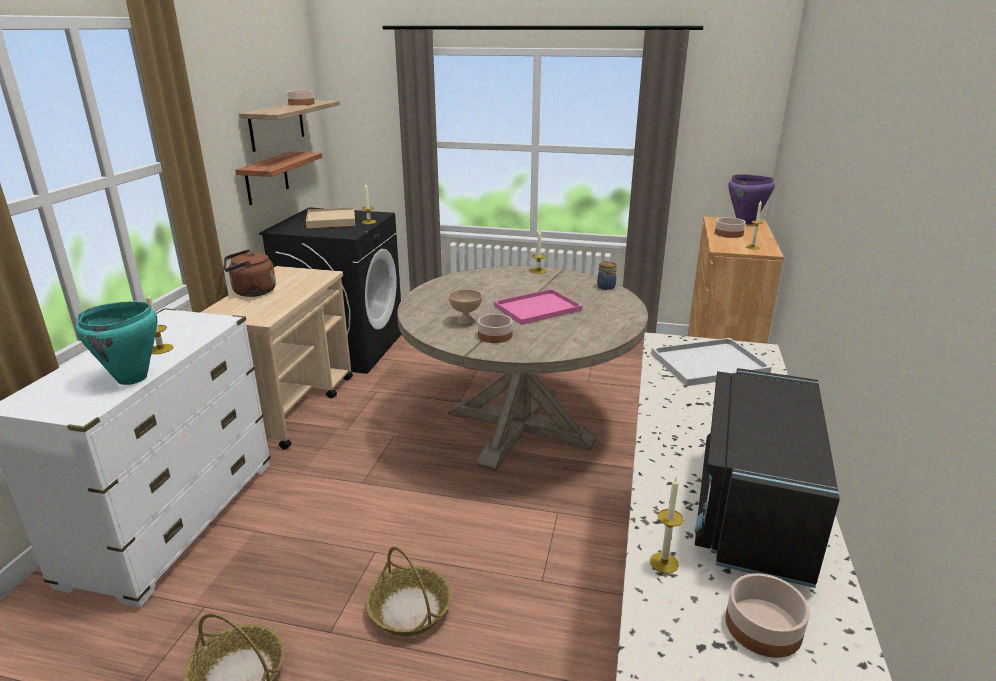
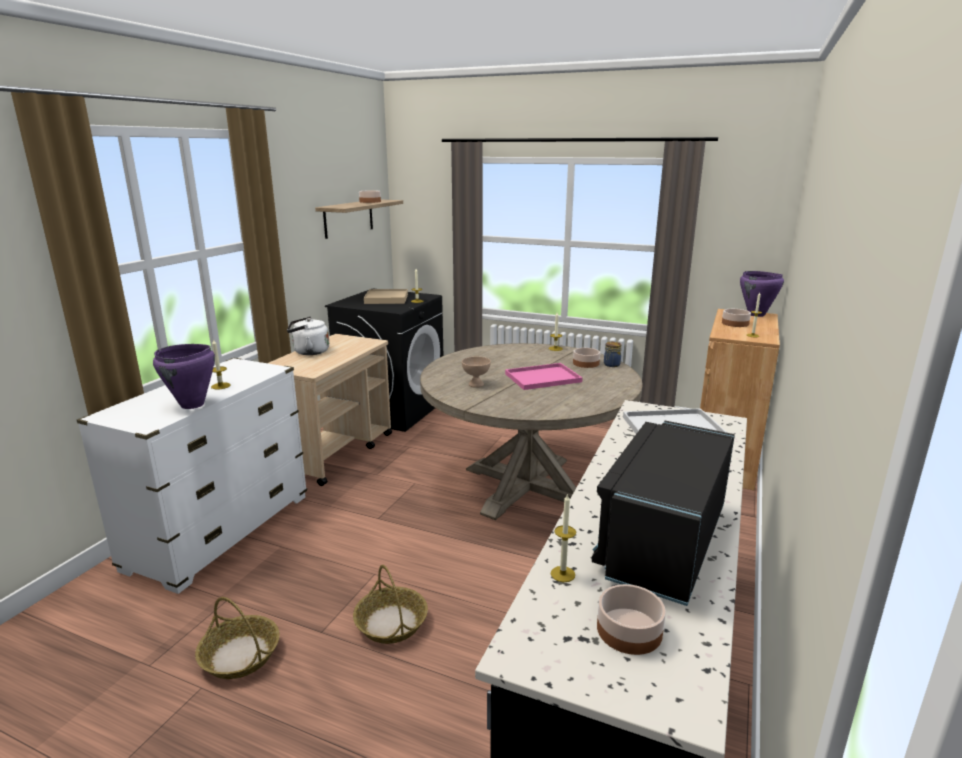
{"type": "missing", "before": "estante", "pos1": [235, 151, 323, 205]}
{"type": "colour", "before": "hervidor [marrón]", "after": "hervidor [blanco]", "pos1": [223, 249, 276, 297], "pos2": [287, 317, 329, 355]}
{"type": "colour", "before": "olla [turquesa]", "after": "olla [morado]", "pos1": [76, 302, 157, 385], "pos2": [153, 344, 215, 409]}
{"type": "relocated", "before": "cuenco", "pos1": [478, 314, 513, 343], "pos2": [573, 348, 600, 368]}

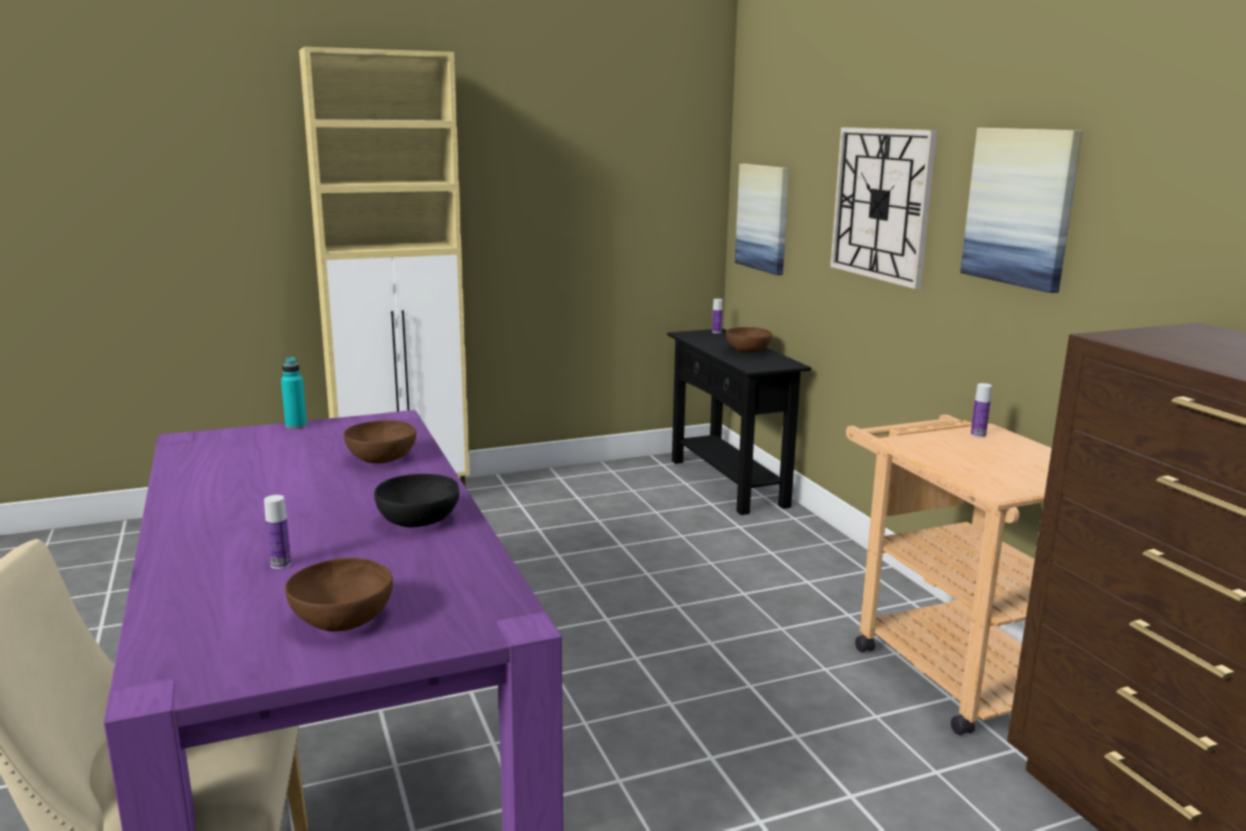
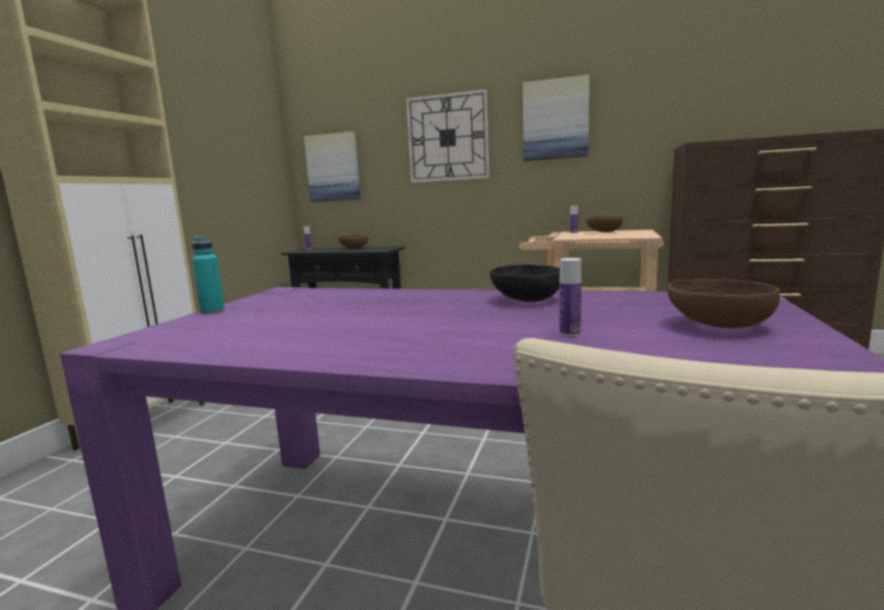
{"type": "relocated", "before": "cuenco [marrón]", "pos1": [344, 420, 417, 464], "pos2": [586, 217, 623, 232]}

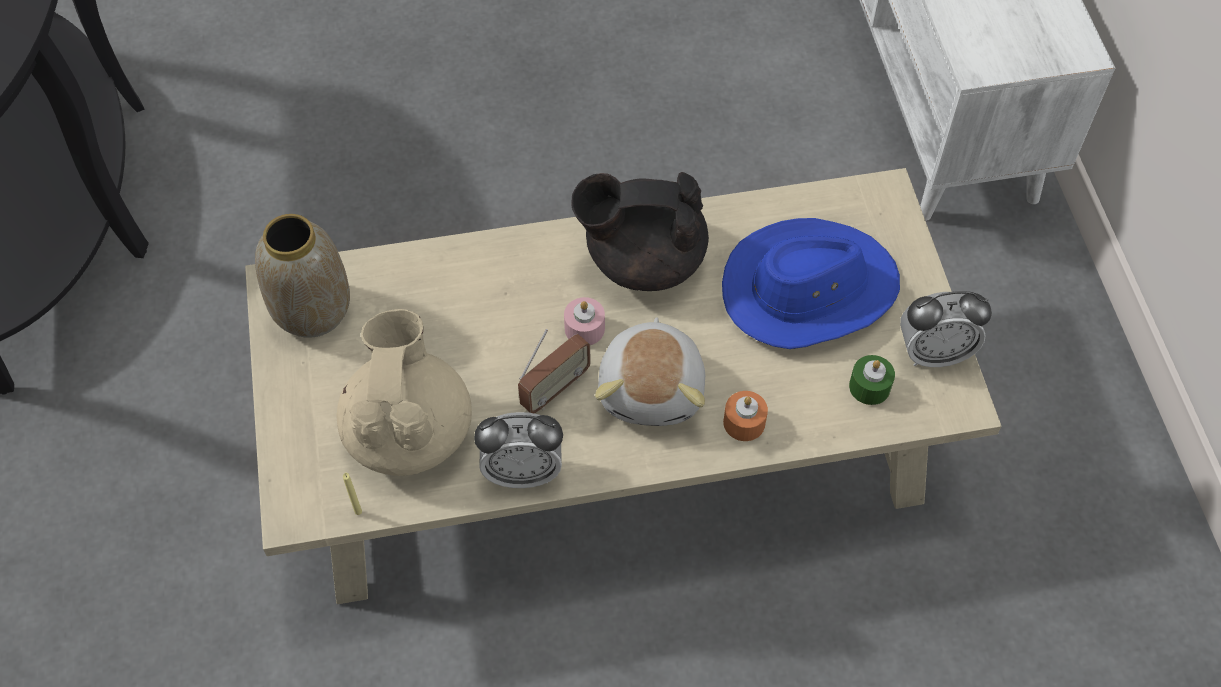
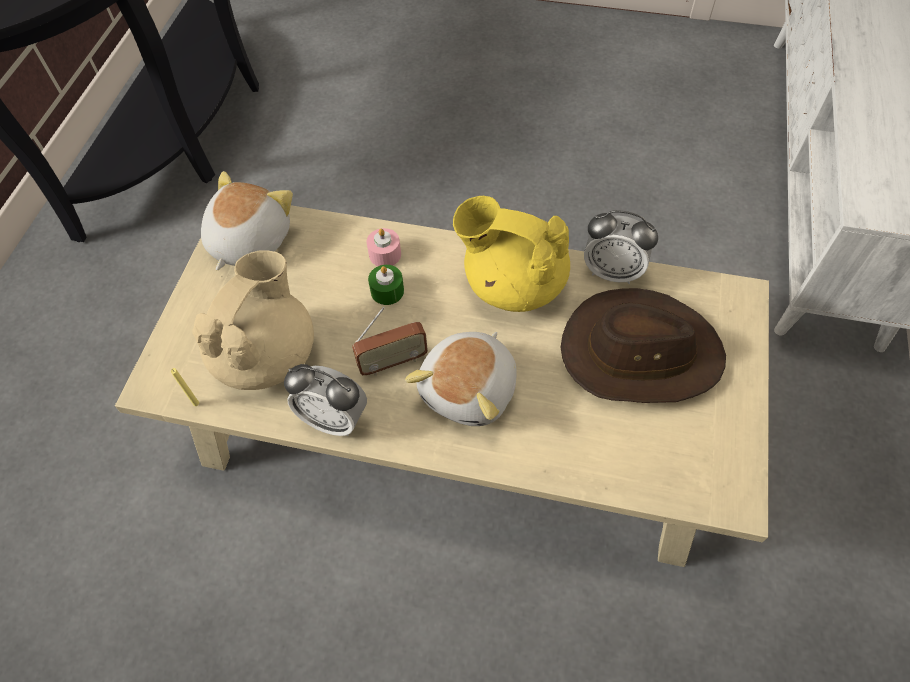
{"type": "colour", "before": "tetera [negro]", "after": "tetera [amarillo]", "pos1": [572, 172, 709, 291], "pos2": [453, 196, 570, 312]}
{"type": "exchanged", "before": "florero", "after": "peluche", "pos1": [255, 214, 350, 338], "pos2": [201, 171, 293, 270]}
{"type": "colour", "before": "sombrero [azul]", "after": "sombrero [marrón]", "pos1": [722, 218, 900, 349], "pos2": [561, 288, 726, 403]}
{"type": "relocated", "before": "despertador", "pos1": [900, 291, 992, 367], "pos2": [584, 210, 658, 284]}
{"type": "relocated", "before": "vela [rosa]", "pos1": [564, 297, 605, 345], "pos2": [367, 228, 401, 266]}
{"type": "relocated", "before": "vela [verde]", "pos1": [849, 355, 895, 405], "pos2": [368, 265, 404, 305]}
{"type": "missing", "before": "vela [naranja]", "pos1": [723, 391, 768, 441]}

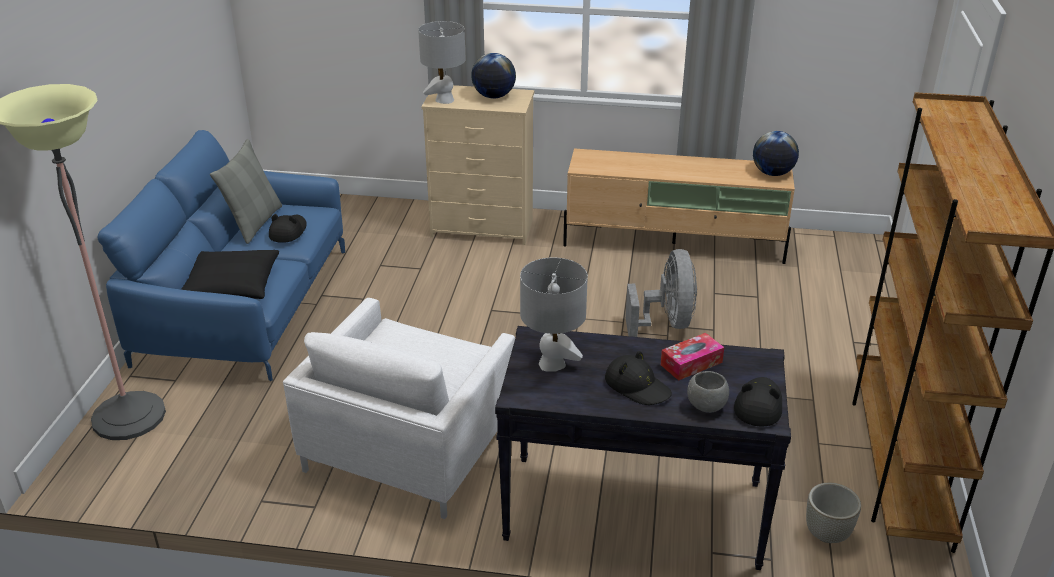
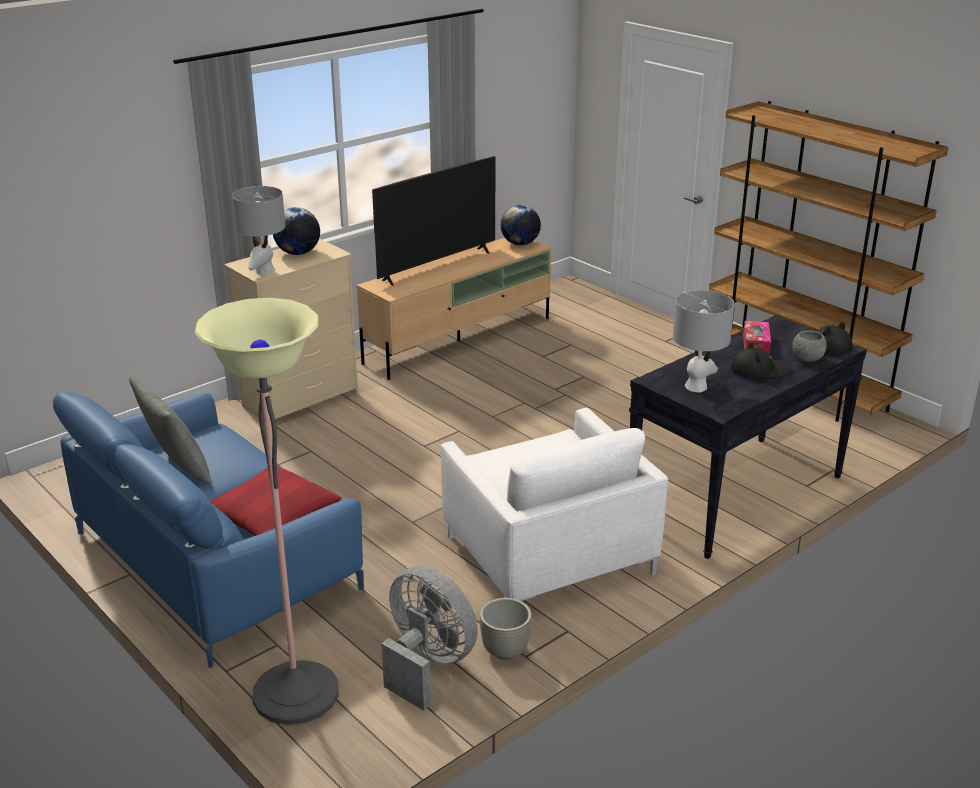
{"type": "missing", "before": "sombrero [negro]", "pos1": [269, 214, 307, 243]}
{"type": "relocated", "before": "ventilador [gris]", "pos1": [625, 249, 697, 337], "pos2": [381, 565, 478, 711]}
{"type": "colour", "before": "cojín [negro]", "after": "cojín [rojo]", "pos1": [181, 250, 279, 299], "pos2": [210, 465, 341, 536]}
{"type": "relocated", "before": "maceta [gris]", "pos1": [806, 482, 861, 543], "pos2": [480, 598, 532, 660]}
{"type": "appeared", "after": "televisor", "pos2": [372, 156, 495, 286]}

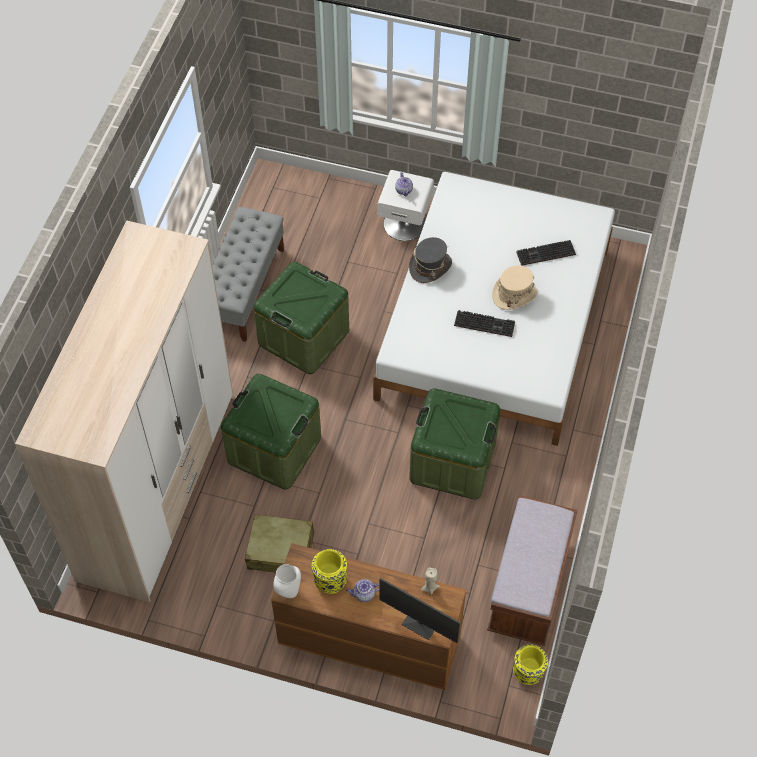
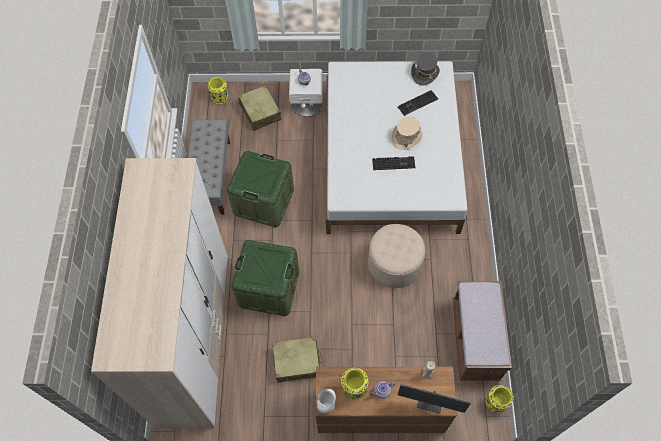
{"type": "relocated", "before": "sombrero [gris]", "pos1": [409, 237, 452, 283], "pos2": [411, 52, 440, 86]}
{"type": "exchanged", "before": "caja de almacenaje [verde]", "after": "puf [beis]", "pos1": [409, 388, 501, 499], "pos2": [368, 224, 425, 288]}
{"type": "appeared", "after": "florero [amarillo]", "pos2": [208, 77, 228, 104]}
{"type": "appeared", "after": "maleta [beis]", "pos2": [238, 85, 281, 131]}

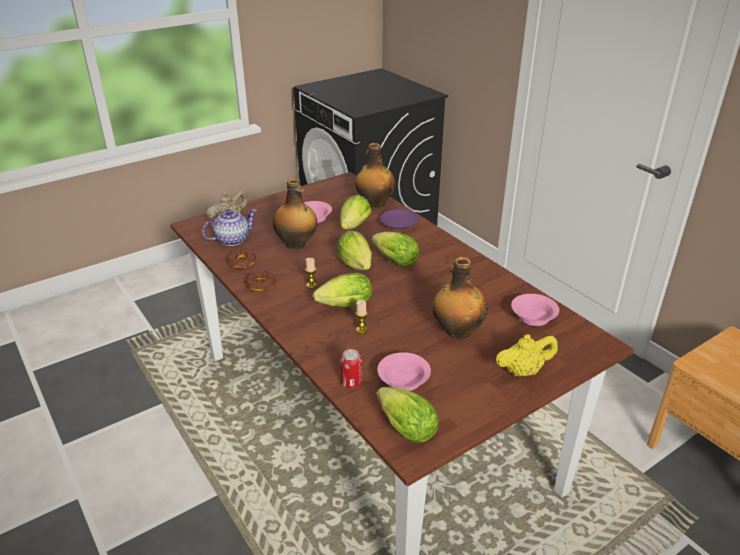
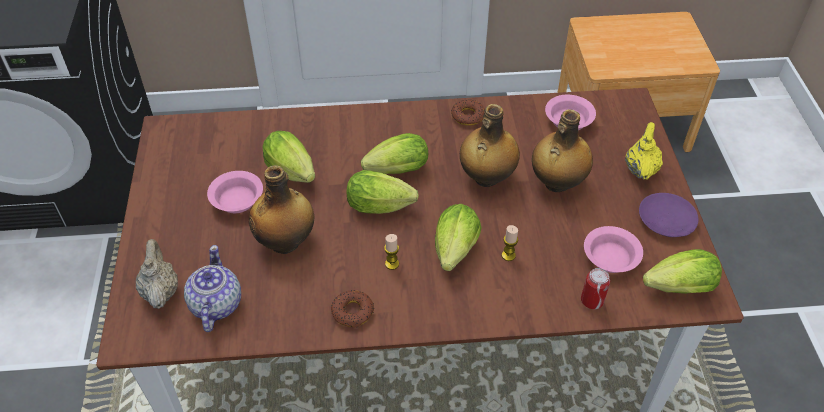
{"type": "relocated", "before": "botella", "pos1": [355, 143, 396, 208], "pos2": [460, 104, 520, 187]}
{"type": "relocated", "before": "plato [morado]", "pos1": [380, 209, 419, 229], "pos2": [639, 193, 698, 237]}
{"type": "relocated", "before": "rosquilla", "pos1": [227, 250, 256, 268], "pos2": [451, 99, 485, 126]}

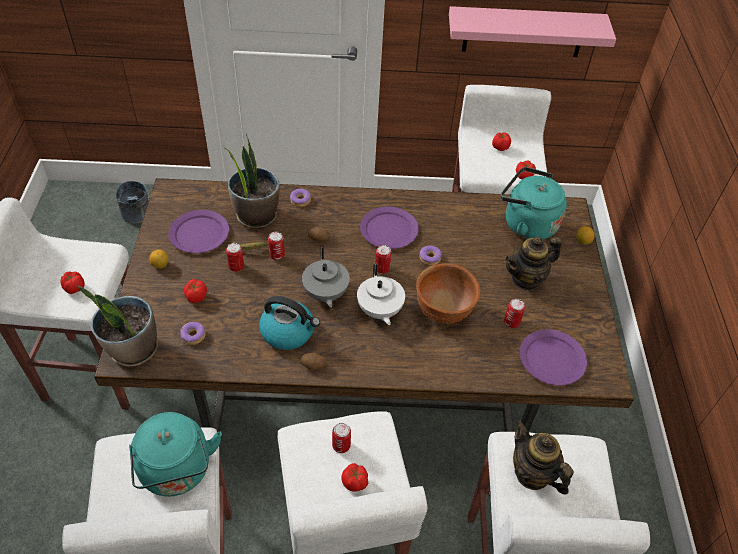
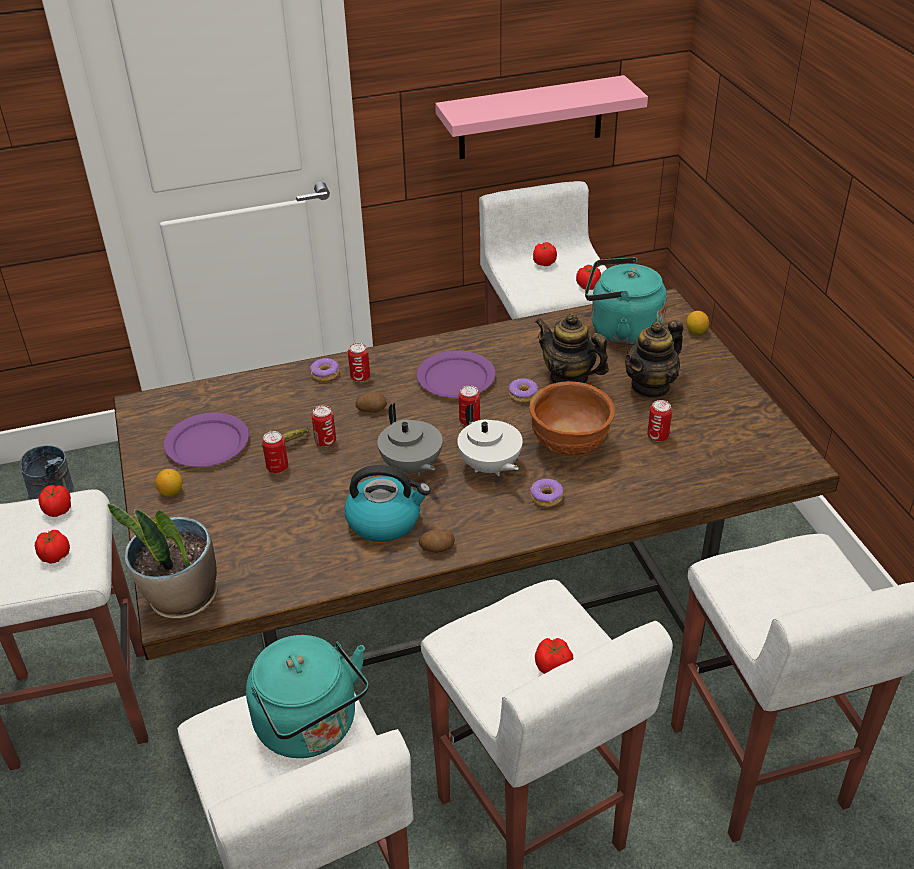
{"type": "missing", "before": "planta en maceta", "pos1": [225, 133, 280, 229]}
{"type": "relocated", "before": "tomate", "pos1": [184, 279, 207, 303], "pos2": [38, 485, 71, 517]}
{"type": "relocated", "before": "rosquilla", "pos1": [180, 322, 206, 345], "pos2": [530, 479, 563, 507]}
{"type": "missing", "before": "plato [morado]", "pos1": [520, 329, 587, 385]}
{"type": "relocated", "before": "tetera", "pos1": [513, 420, 574, 494], "pos2": [535, 313, 609, 384]}
{"type": "relocated", "before": "lata", "pos1": [332, 423, 351, 453], "pos2": [348, 343, 370, 382]}

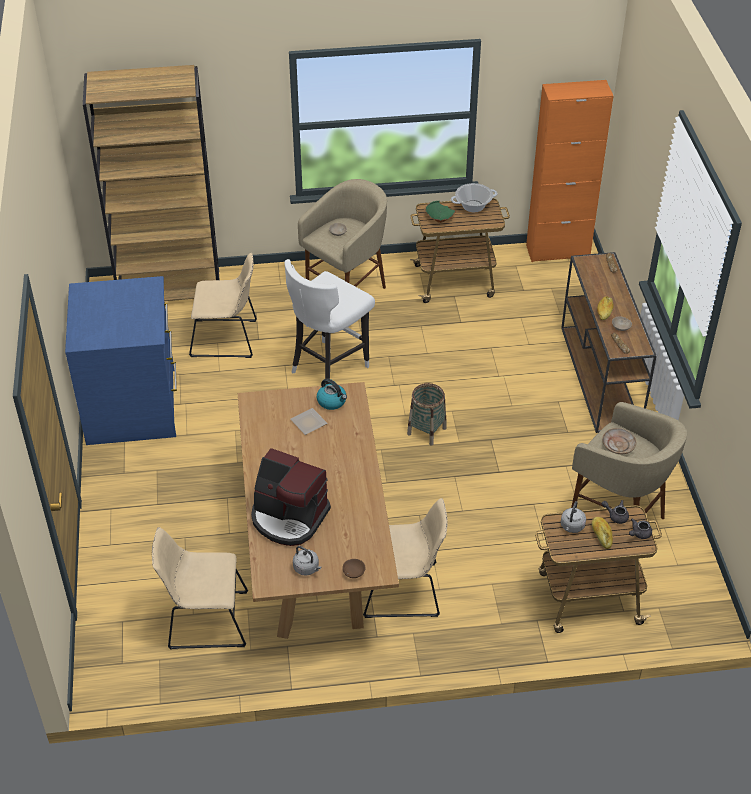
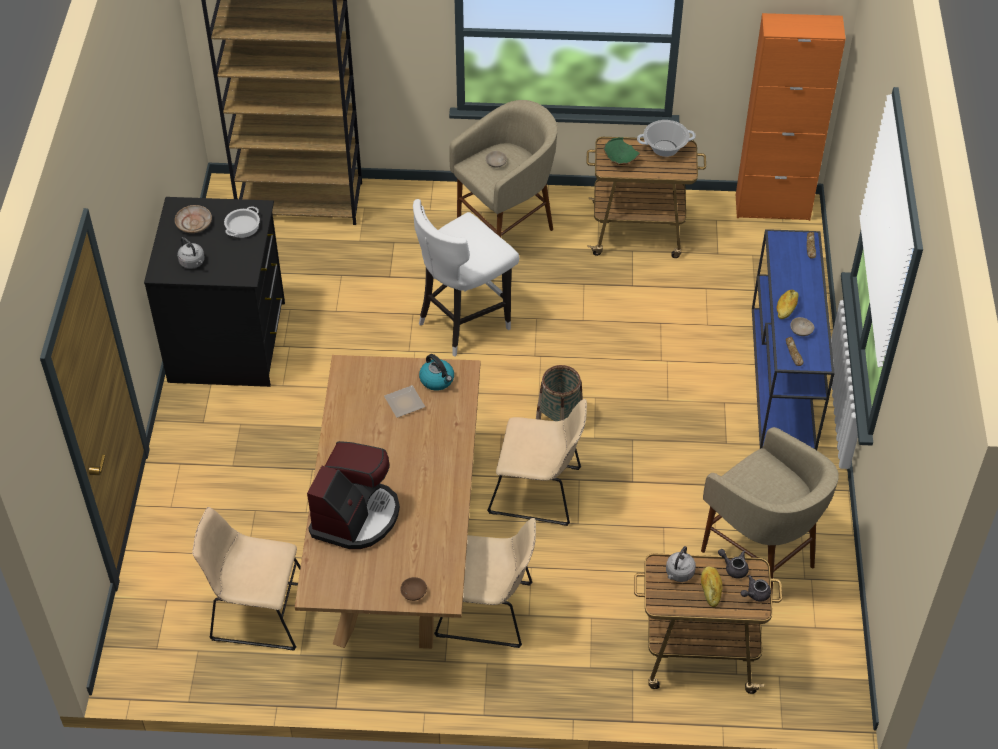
{"type": "colour", "before": "mesa consola [marrón]", "after": "mesa consola [azul]", "pos1": [561, 252, 657, 433], "pos2": [752, 229, 835, 450]}
{"type": "relocated", "before": "silla [beis]", "pos1": [189, 253, 257, 358], "pos2": [487, 399, 587, 526]}
{"type": "colour", "before": "cómoda [azul]", "after": "cómoda [negro]", "pos1": [65, 276, 177, 445], "pos2": [144, 197, 285, 387]}
{"type": "relocated", "before": "plato [beis]", "pos1": [602, 428, 636, 454], "pos2": [175, 205, 212, 233]}
{"type": "spun", "before": "cafetera", "pos1": [251, 448, 331, 546], "pos2": [307, 441, 400, 549], "turn": -105}
{"type": "relocated", "before": "hervidor [gris]", "pos1": [293, 546, 321, 576], "pos2": [177, 237, 205, 269]}
{"type": "appeared", "after": "olla", "pos2": [224, 206, 260, 238]}

